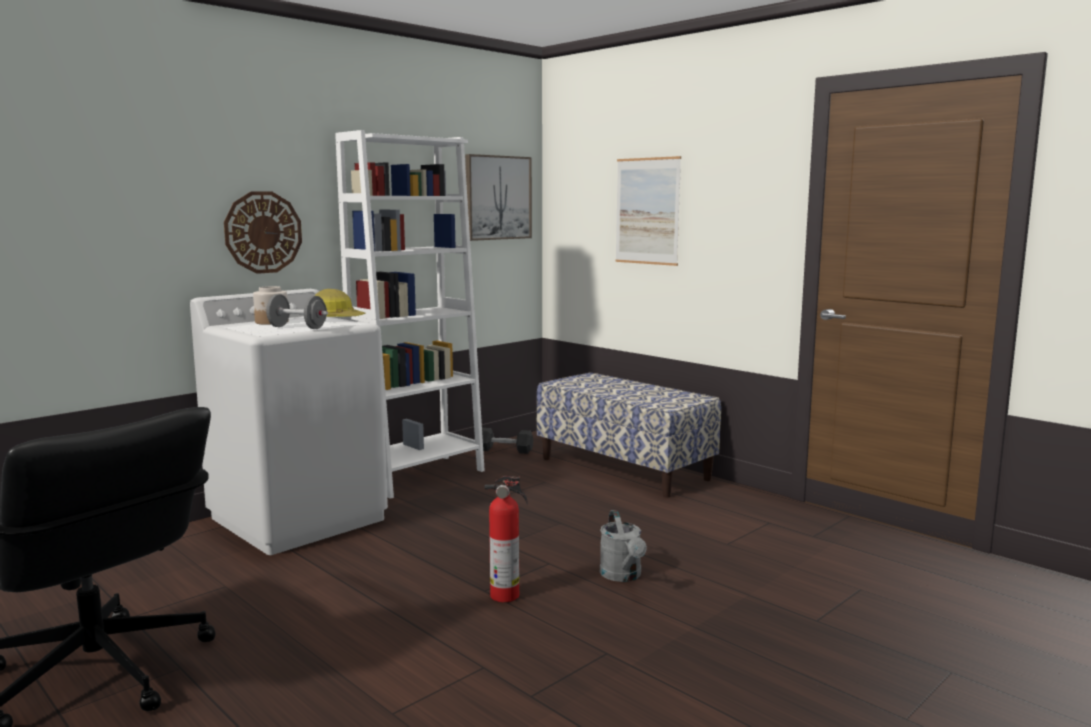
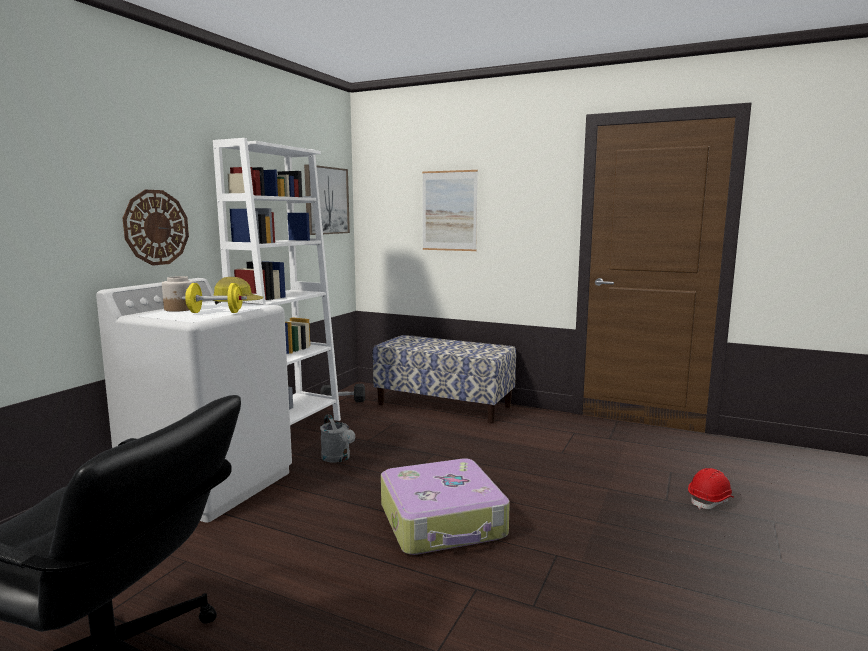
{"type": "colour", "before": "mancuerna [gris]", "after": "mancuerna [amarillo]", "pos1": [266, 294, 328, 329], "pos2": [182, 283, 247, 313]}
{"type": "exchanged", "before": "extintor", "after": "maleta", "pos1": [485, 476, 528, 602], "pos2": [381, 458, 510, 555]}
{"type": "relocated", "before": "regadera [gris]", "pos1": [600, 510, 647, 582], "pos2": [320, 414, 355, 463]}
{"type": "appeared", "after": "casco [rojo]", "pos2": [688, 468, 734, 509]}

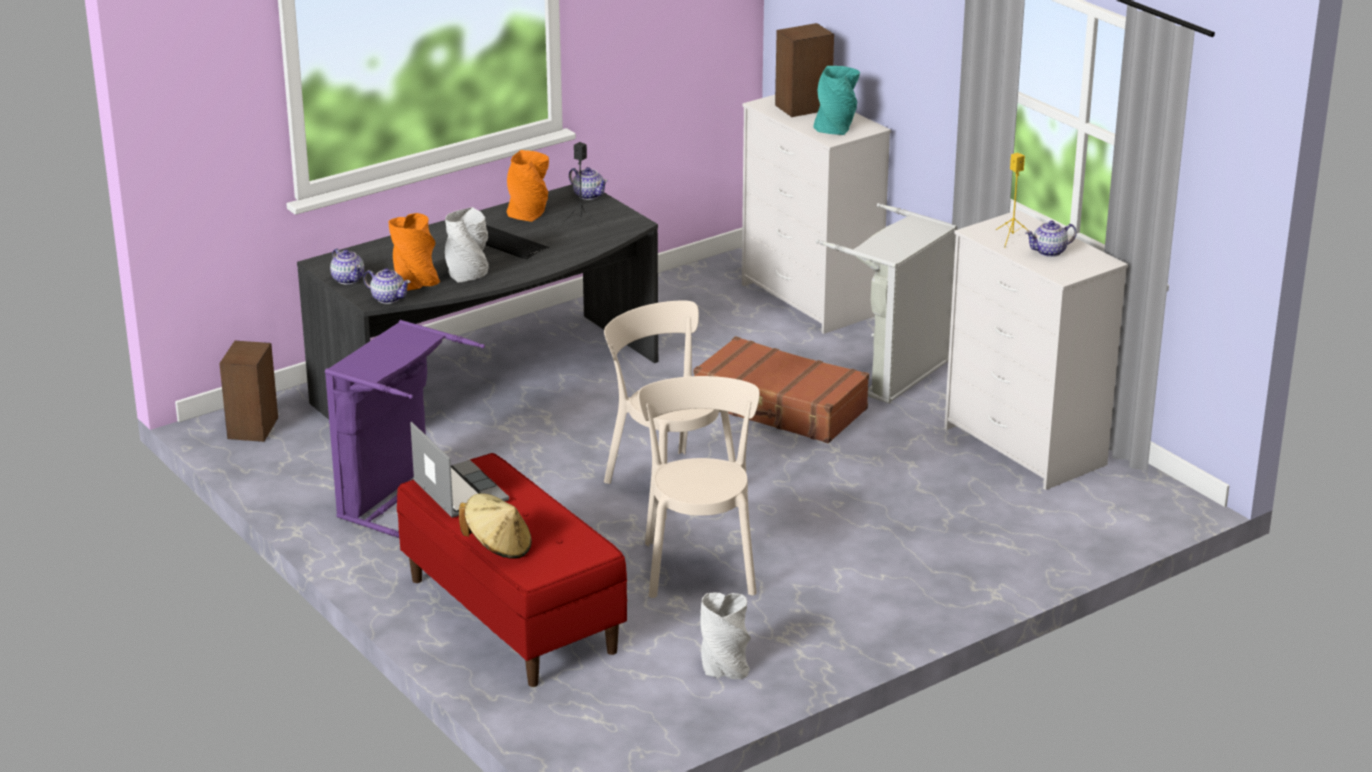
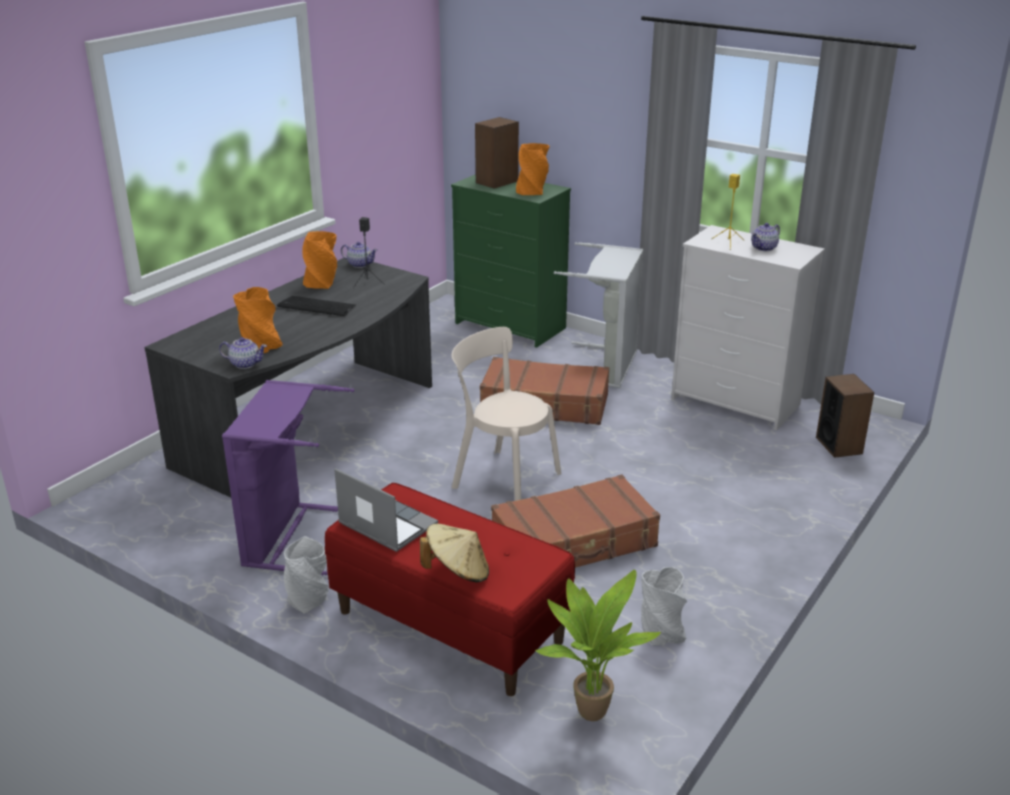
{"type": "colour", "before": "florero [turquesa]", "after": "florero [naranja]", "pos1": [813, 66, 860, 135], "pos2": [516, 143, 549, 195]}
{"type": "colour", "before": "cómoda [blanco]", "after": "cómoda [verde]", "pos1": [742, 95, 891, 334], "pos2": [451, 174, 571, 348]}
{"type": "relocated", "before": "florero [gris]", "pos1": [445, 207, 488, 283], "pos2": [284, 536, 329, 614]}
{"type": "missing", "before": "tetera", "pos1": [330, 248, 364, 285]}
{"type": "relocated", "before": "altavoz", "pos1": [219, 341, 278, 442], "pos2": [816, 374, 874, 458]}
{"type": "exchanged", "before": "silla [beis]", "after": "maleta [marrón]", "pos1": [638, 376, 760, 598], "pos2": [491, 474, 660, 568]}
{"type": "appeared", "after": "planta en maceta", "pos2": [535, 570, 661, 721]}

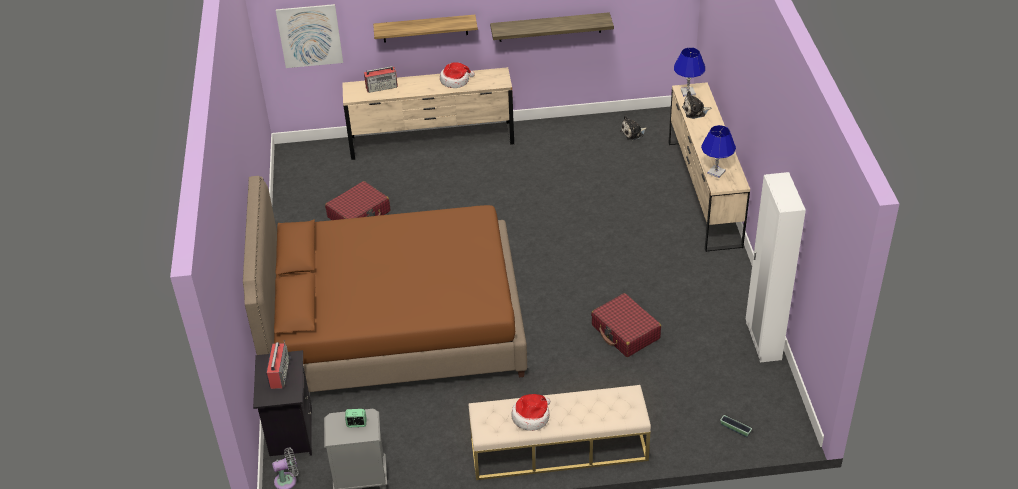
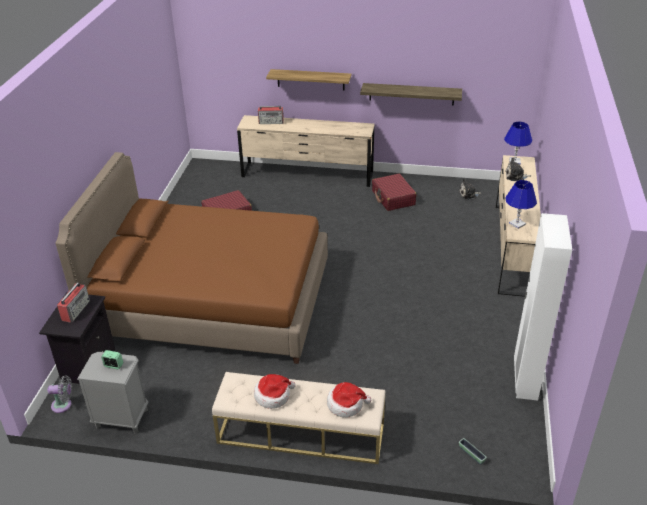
{"type": "missing", "before": "cuadro", "pos1": [276, 4, 343, 68]}
{"type": "relocated", "before": "sombrero", "pos1": [440, 62, 475, 88], "pos2": [327, 382, 371, 417]}
{"type": "relocated", "before": "maleta [rojo]", "pos1": [591, 293, 661, 357], "pos2": [372, 174, 417, 211]}

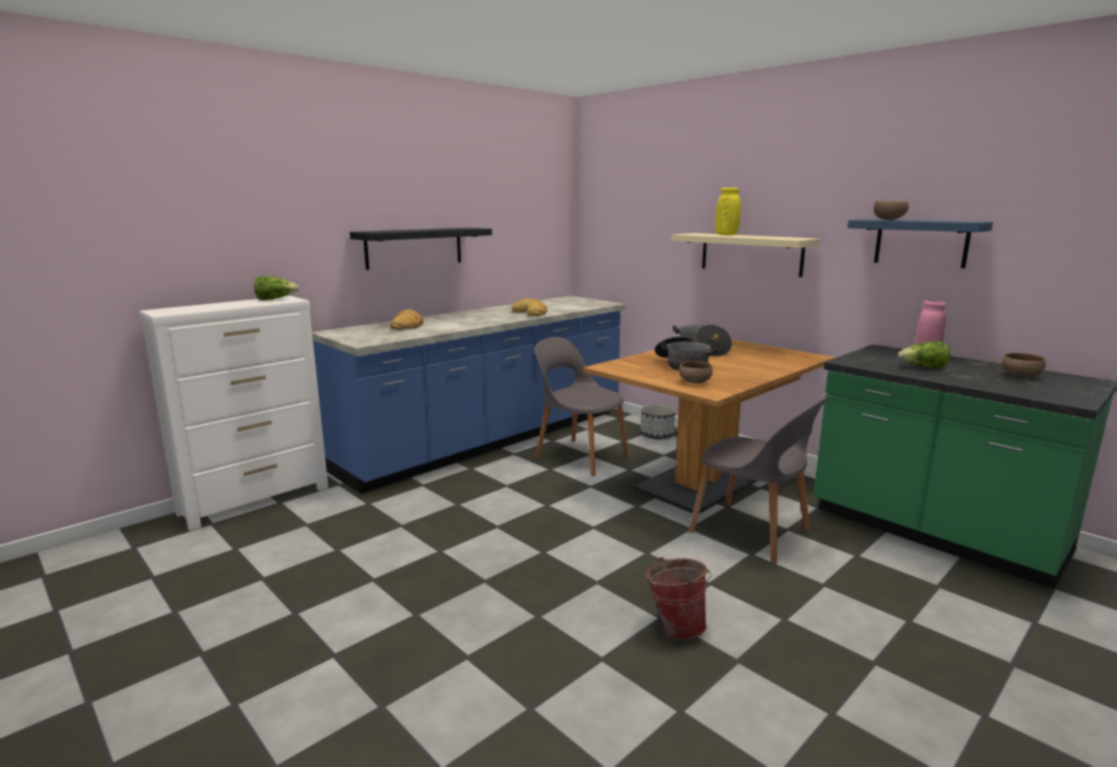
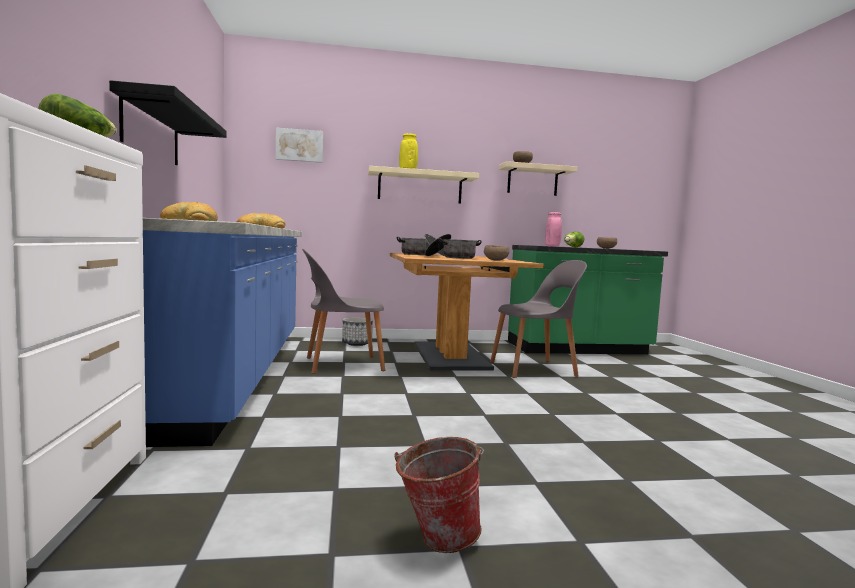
{"type": "colour", "before": "estante [azul]", "after": "estante [beis]", "pos1": [847, 219, 993, 268], "pos2": [499, 161, 577, 196]}
{"type": "relocated", "before": "cubo", "pos1": [645, 557, 712, 639], "pos2": [394, 437, 484, 553]}
{"type": "appeared", "after": "cuadro", "pos2": [276, 127, 323, 163]}

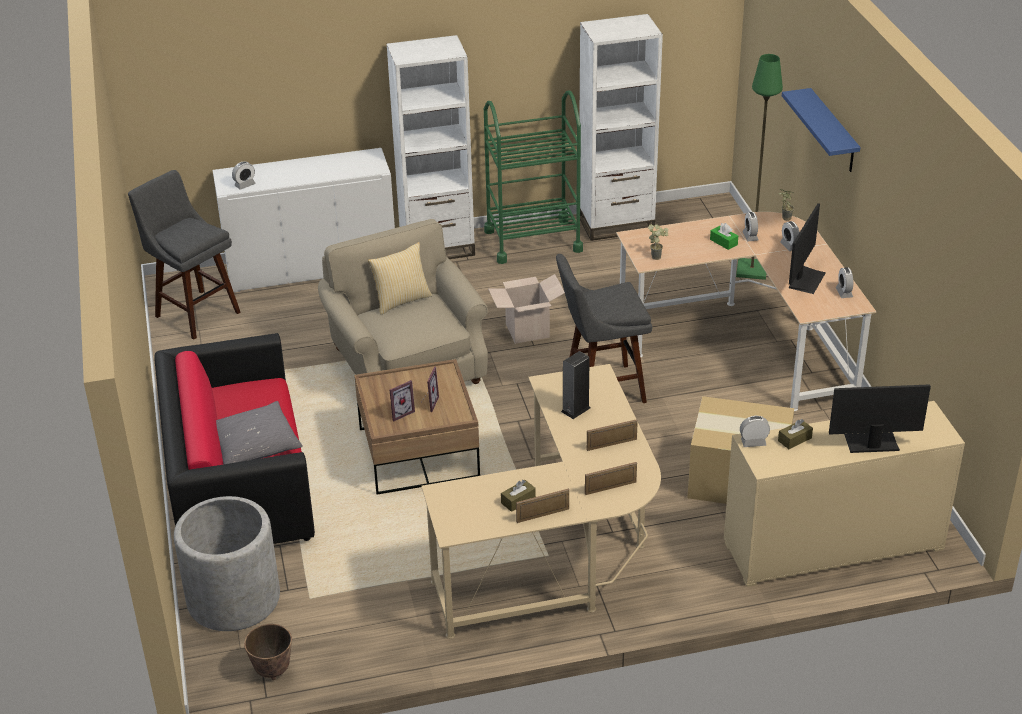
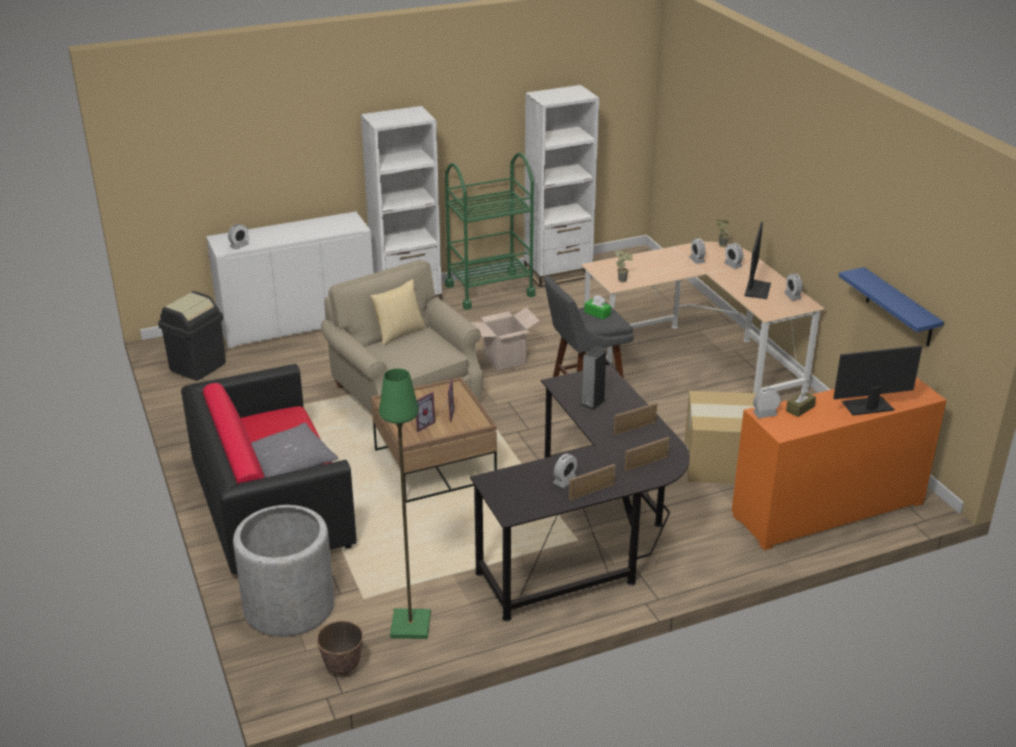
{"type": "relocated", "before": "lámpara de pie [verde]", "pos1": [736, 54, 783, 280], "pos2": [379, 368, 431, 639]}
{"type": "relocated", "before": "estante [azul]", "pos1": [782, 88, 861, 172], "pos2": [839, 267, 944, 346]}
{"type": "exchanged", "before": "taburete [gris]", "after": "papelera [negro]", "pos1": [128, 170, 241, 340], "pos2": [158, 291, 226, 381]}
{"type": "relocated", "before": "caja de pañuelos [verde]", "pos1": [710, 223, 738, 250], "pos2": [584, 295, 611, 320]}
{"type": "colour", "before": "escritorio [beis]", "after": "escritorio [negro]", "pos1": [421, 364, 661, 639], "pos2": [470, 364, 690, 622]}
{"type": "colour", "before": "armario [beis]", "after": "armario [naranja]", "pos1": [724, 401, 965, 587], "pos2": [731, 377, 947, 550]}
{"type": "exchanged", "before": "caja de pañuelos [marrón]", "after": "despertador", "pos1": [501, 480, 536, 512], "pos2": [553, 454, 577, 488]}

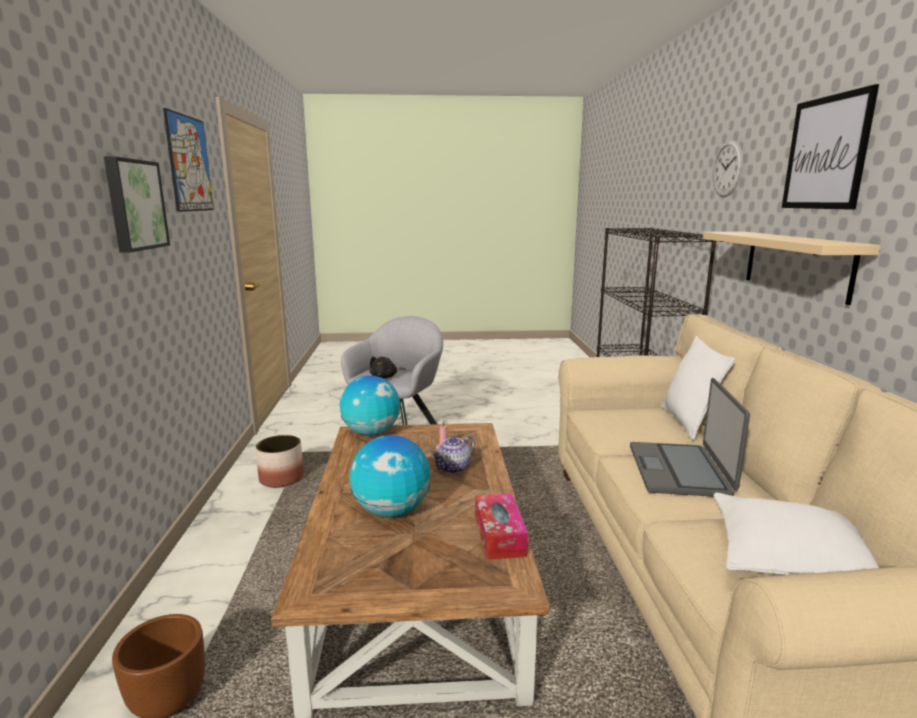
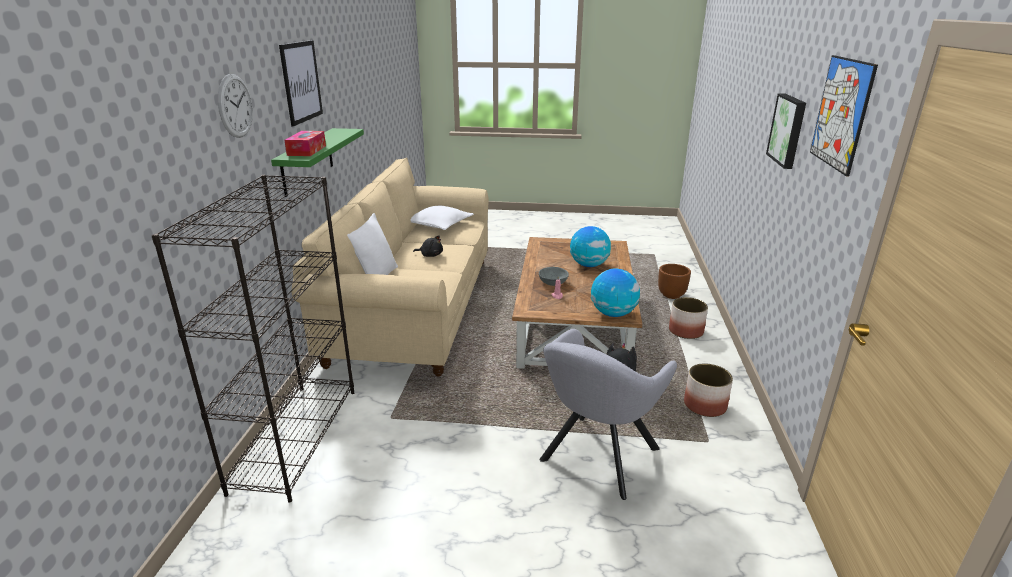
{"type": "colour", "before": "estante [beis]", "after": "estante [verde]", "pos1": [703, 232, 881, 305], "pos2": [271, 128, 364, 197]}
{"type": "exchanged", "before": "portátil", "after": "peluche [negro]", "pos1": [630, 378, 750, 497], "pos2": [413, 236, 443, 257]}
{"type": "exchanged", "before": "tetera", "after": "cuenco [gris]", "pos1": [431, 436, 475, 473], "pos2": [539, 267, 569, 286]}
{"type": "relocated", "before": "caja de pañuelos", "pos1": [475, 493, 528, 560], "pos2": [284, 131, 326, 156]}
{"type": "appeared", "after": "maceta", "pos2": [669, 297, 708, 339]}

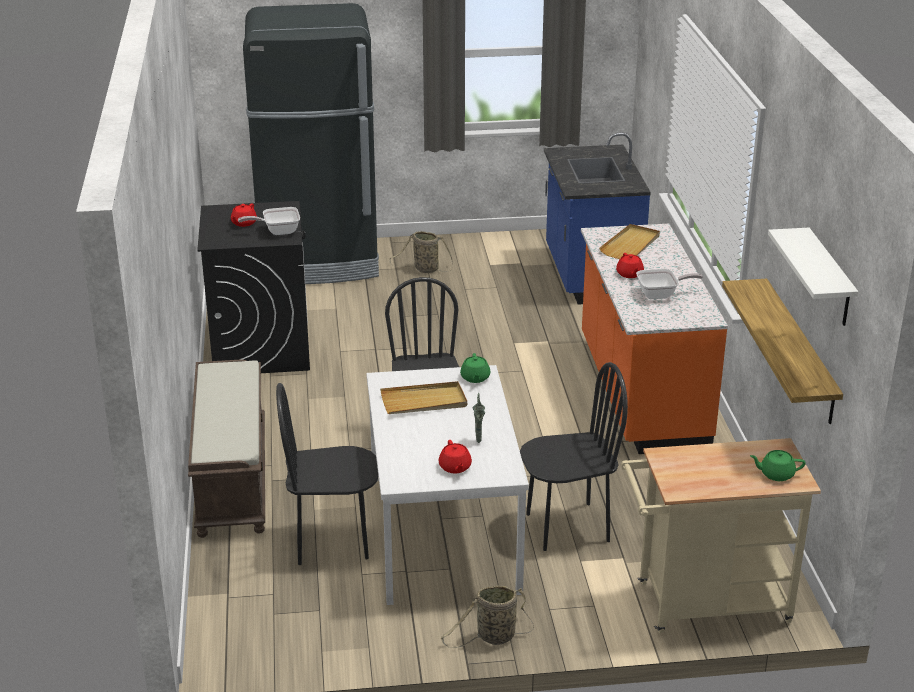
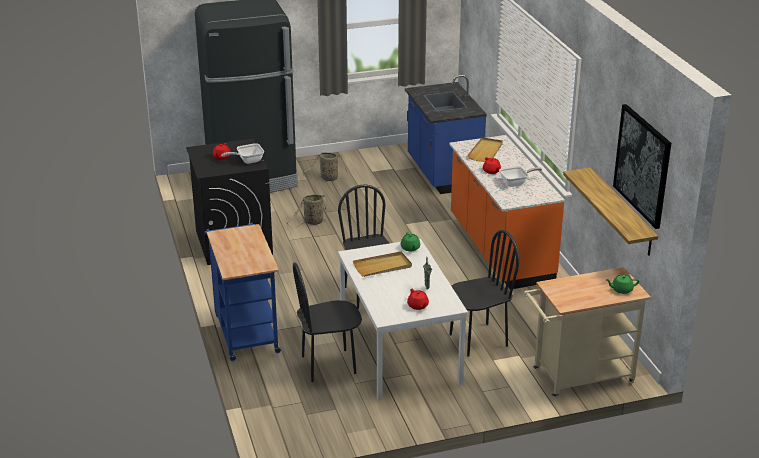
{"type": "exchanged", "before": "estante [blanco]", "after": "cuadro", "pos1": [768, 228, 858, 326], "pos2": [613, 104, 671, 229]}
{"type": "exchanged", "before": "banco [marrón]", "after": "carrito [azul]", "pos1": [188, 360, 265, 538], "pos2": [205, 223, 281, 361]}
{"type": "relocated", "before": "cesta", "pos1": [441, 585, 534, 648], "pos2": [287, 194, 332, 228]}

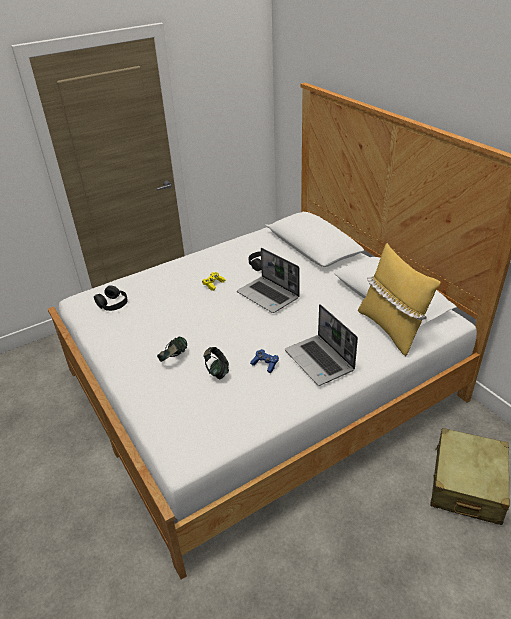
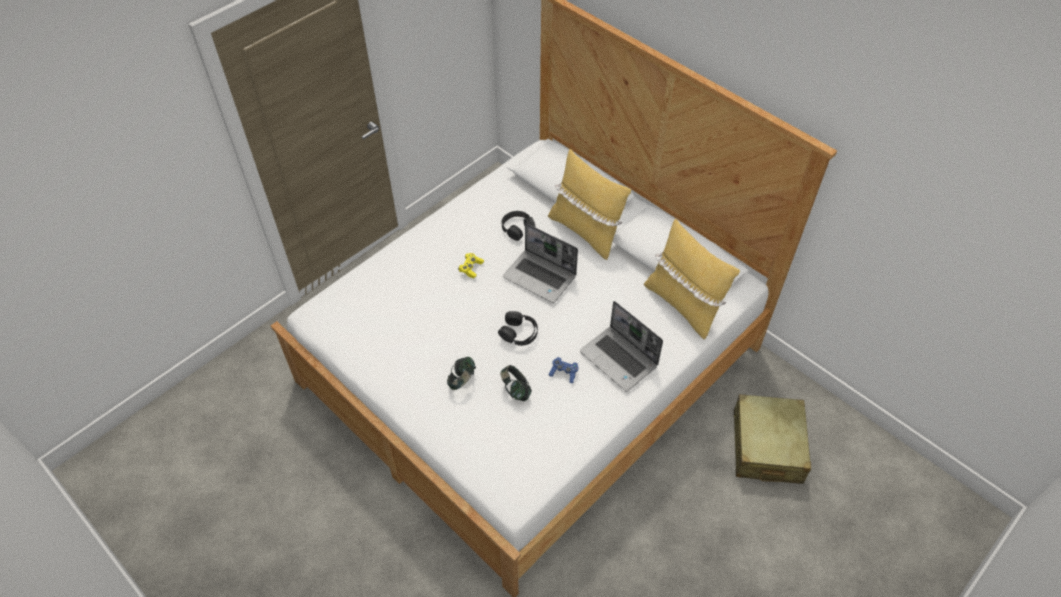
{"type": "relocated", "before": "auriculares [negro]", "pos1": [94, 285, 128, 311], "pos2": [498, 311, 538, 346]}
{"type": "appeared", "after": "cojín [amarillo]", "pos2": [548, 149, 631, 260]}

